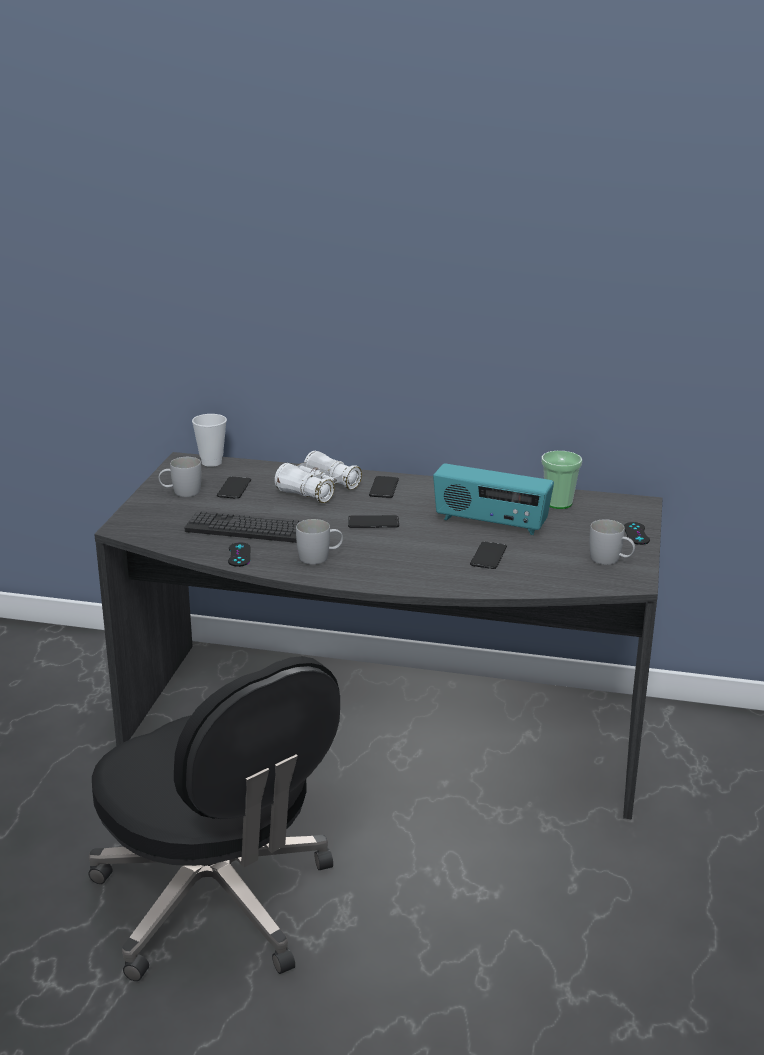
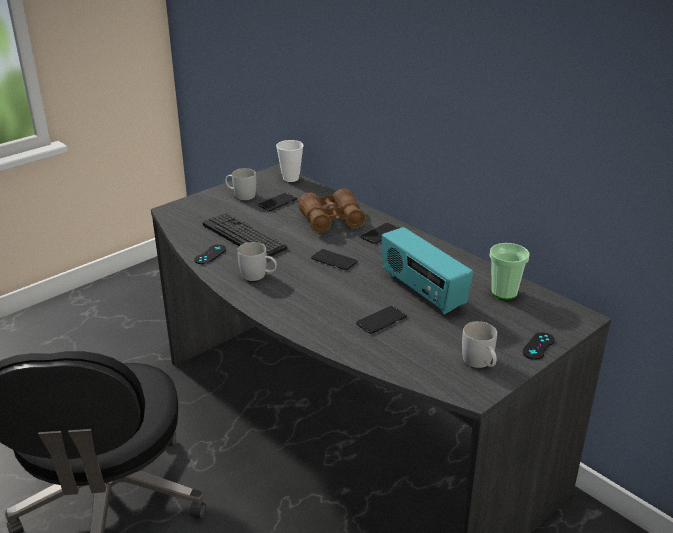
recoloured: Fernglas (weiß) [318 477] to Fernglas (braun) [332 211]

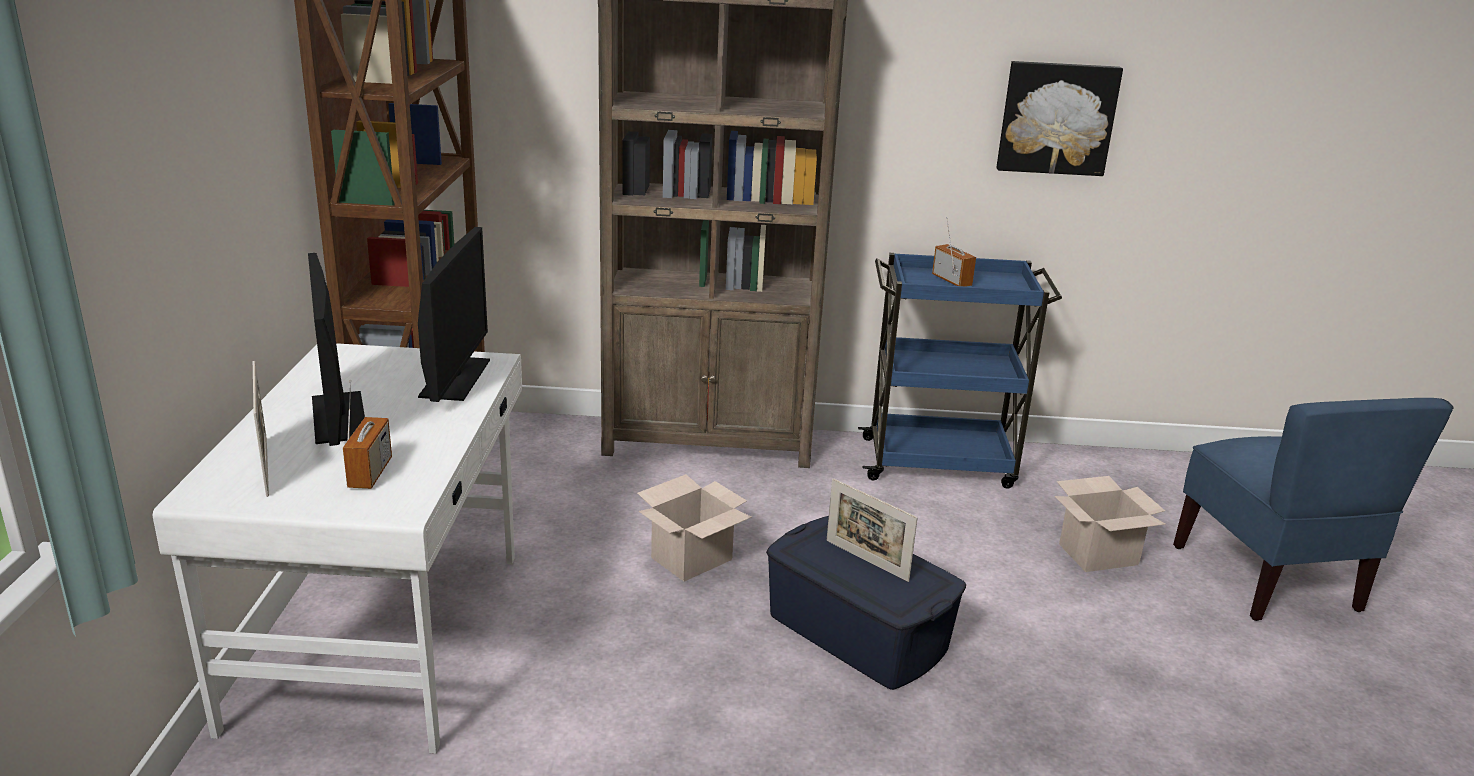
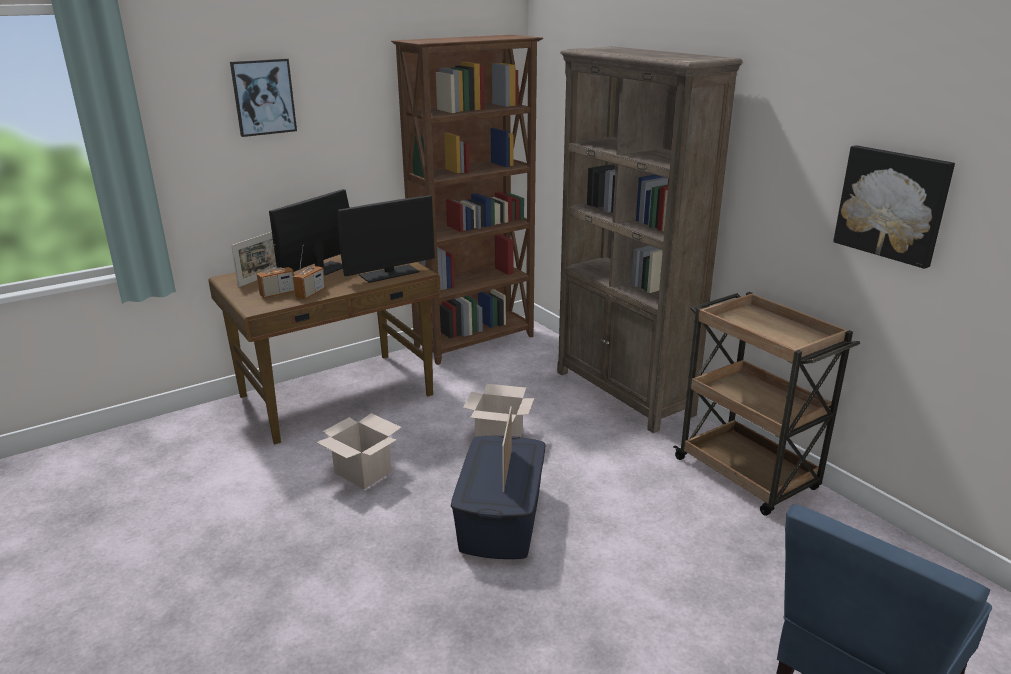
added: Bild [263 97]
moved: Radio [954 251] to [309 271]; Karton [1110 524] to [359 451]
recoloured: Schreibtisch (weiß) [337 548] to Schreibtisch (braun) [324 349]; Rollwagen (blau) [960 371] to Rollwagen (braun) [766 404]

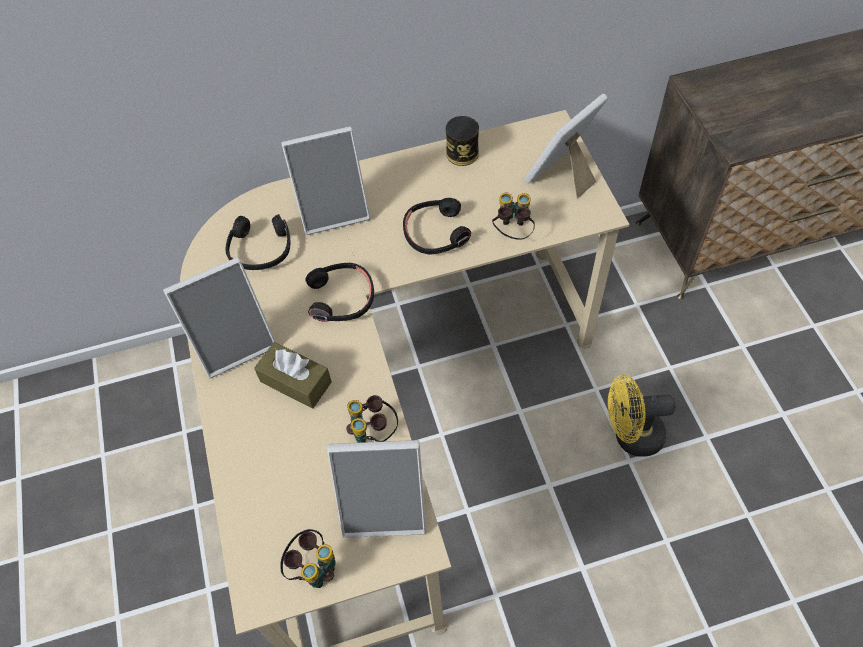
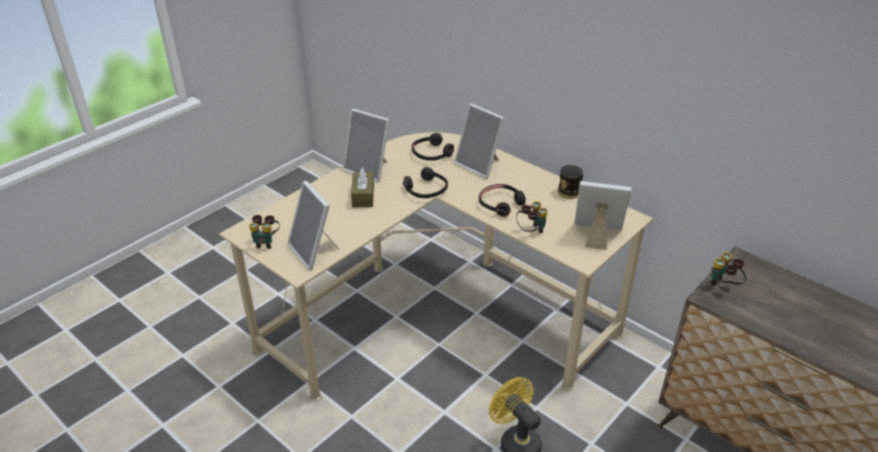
moved: Fernglas [372 419] to [728 269]

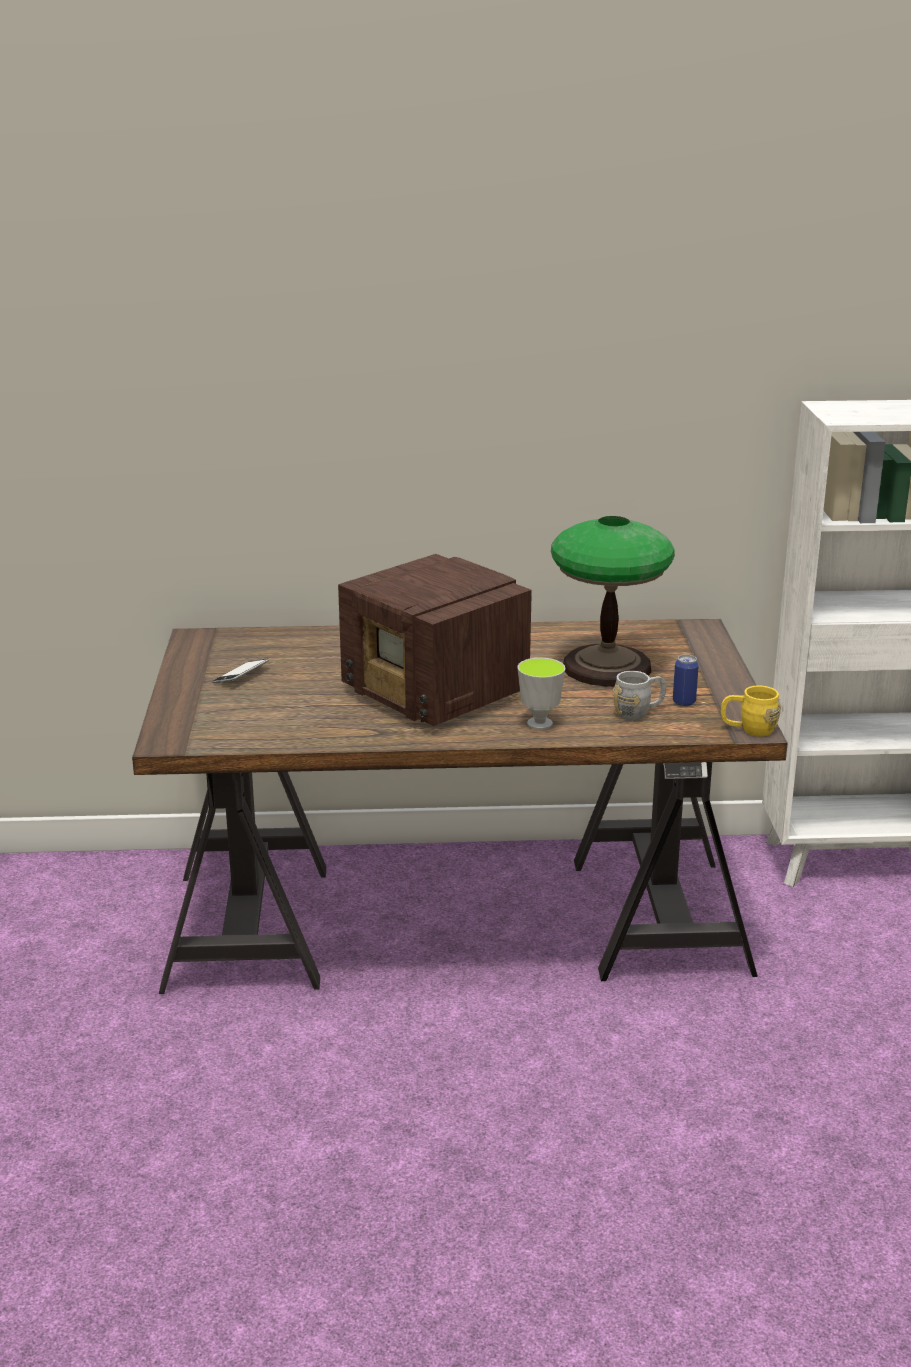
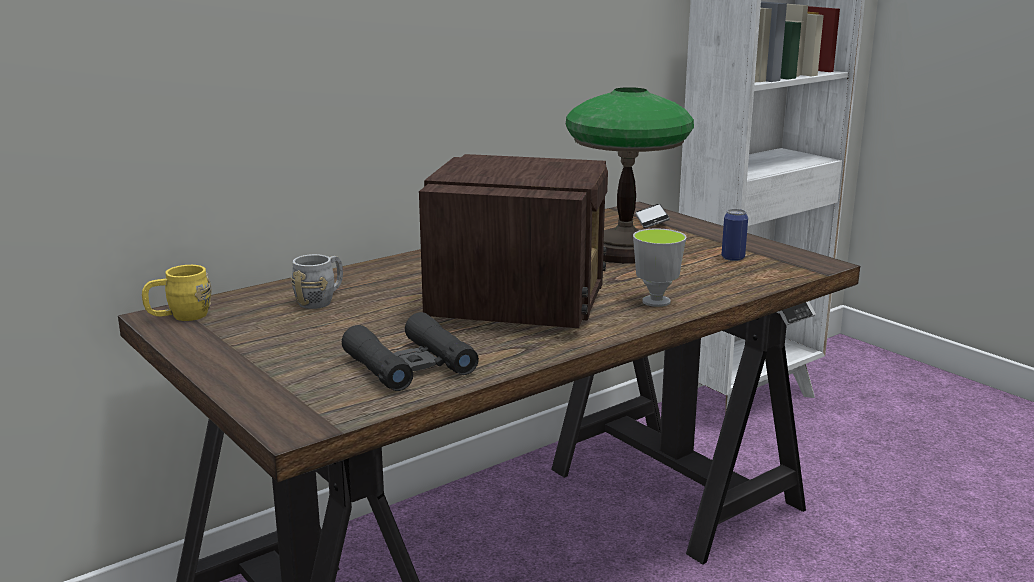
added: Fernglas (schwarz) [410 351]
moved: Handy [241 670] to [652 216]; Henkelbecher (grau) [639 696] to [317 281]; Henkelbecher (gelb) [751 711] to [176 293]
turned: Radio [435 640] = [513 241] 90 degrees counterclockwise

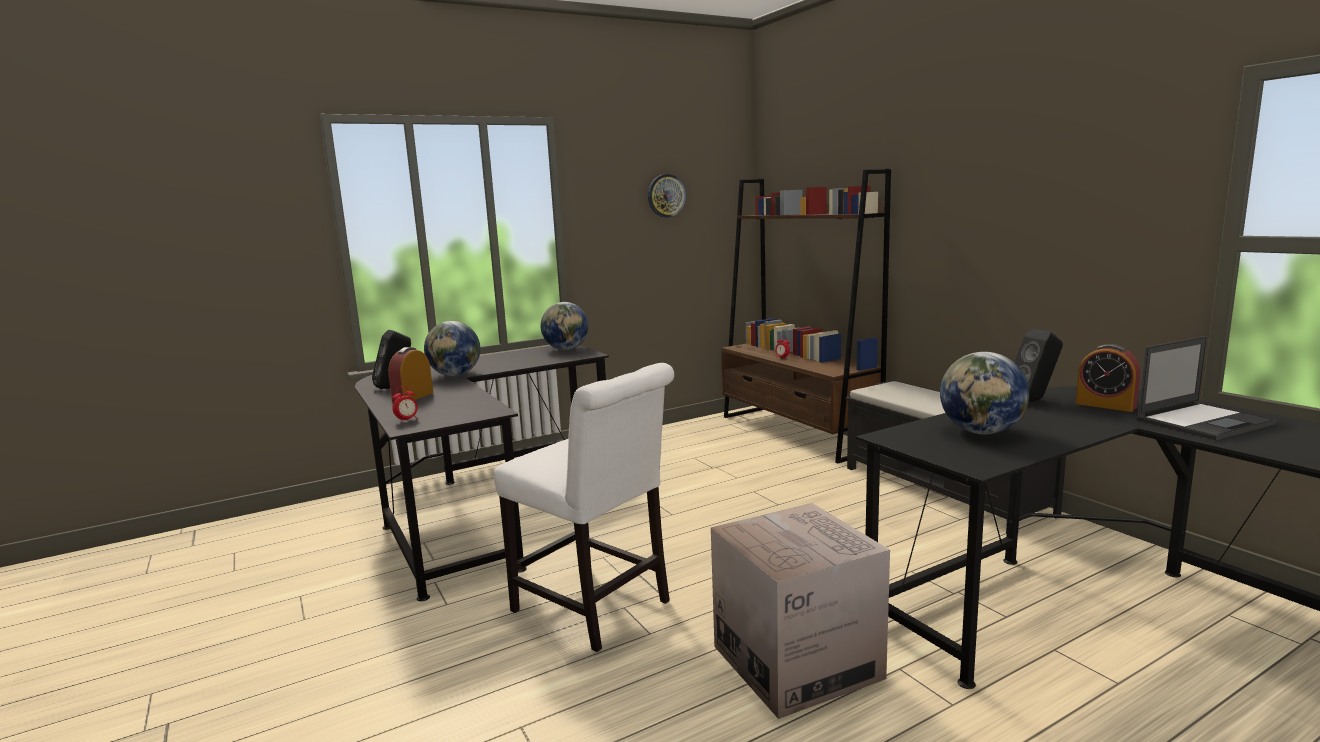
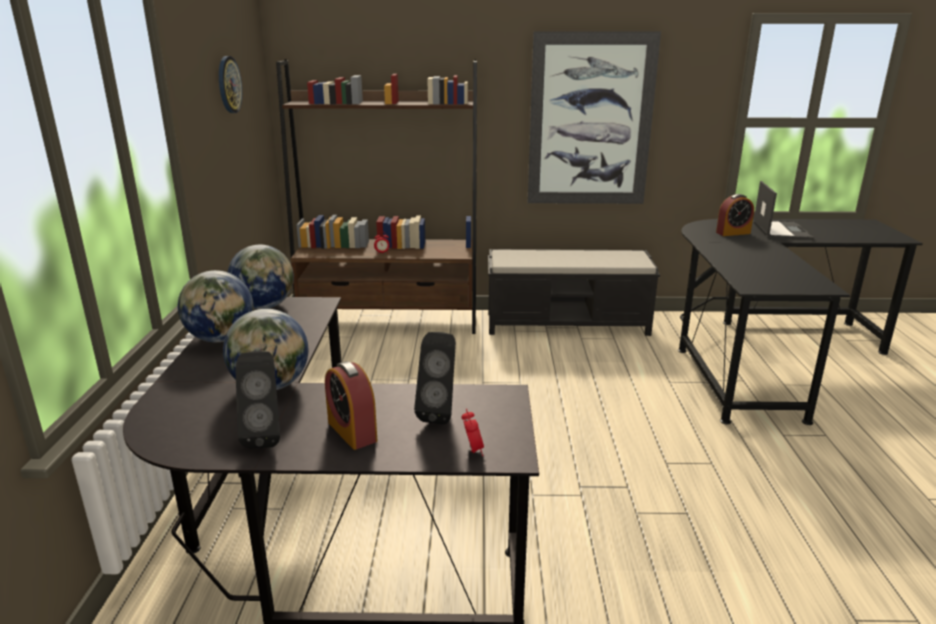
removed: Stuhl (weiß) [583 507]; Karton [800 611]
added: Bild [594 117]
moved: Globus [984 393] to [215 306]; Lautsprecher (schwarz) [1038 364] to [435 378]

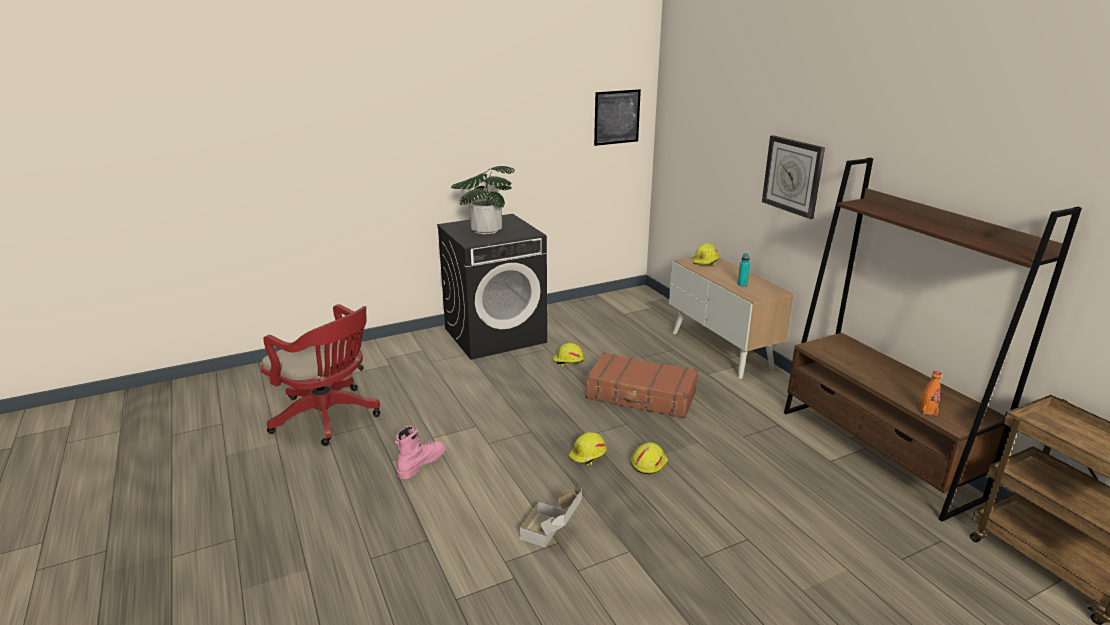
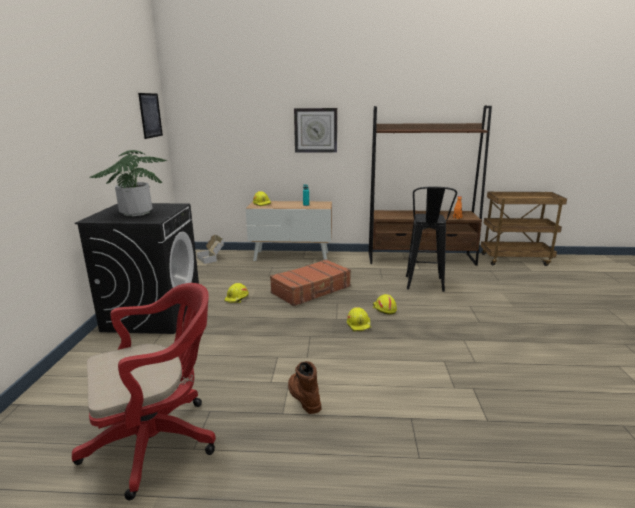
added: Hocker (schwarz) [431 239]
moved: Karton [550 517] to [210 249]
recoloured: Stiefel (rosa) [420 452] to Stiefel (braun) [305 387]

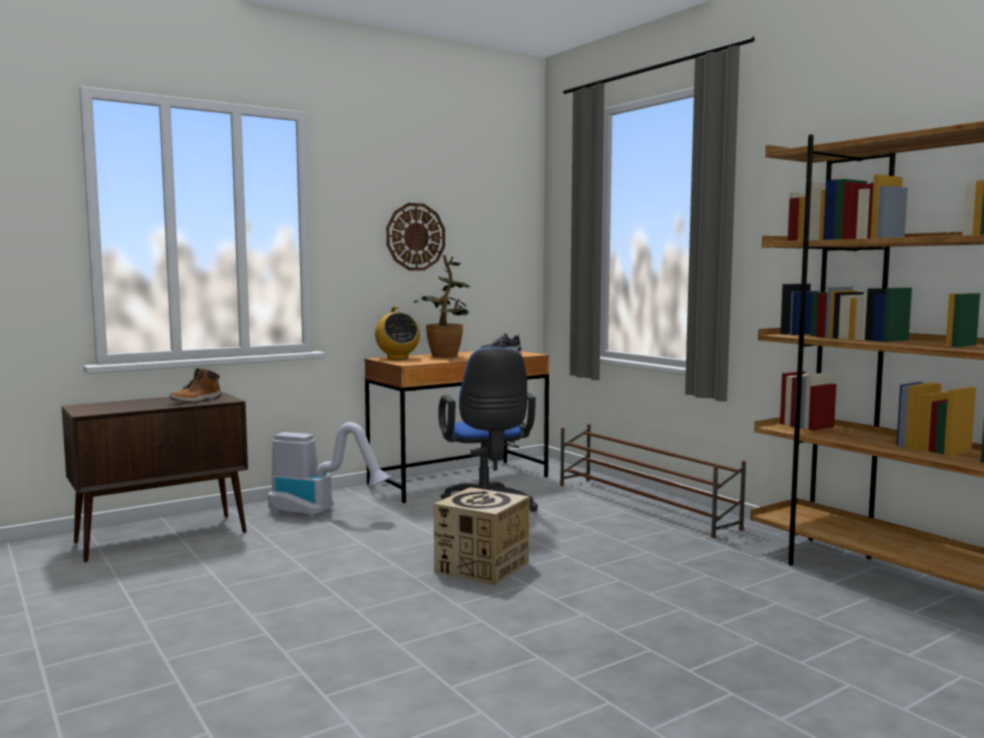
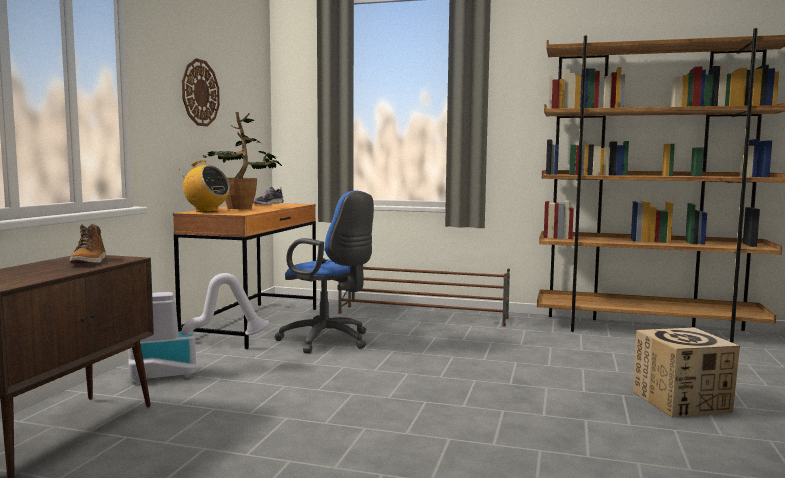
moved: Karton [481 536] to [686 372]

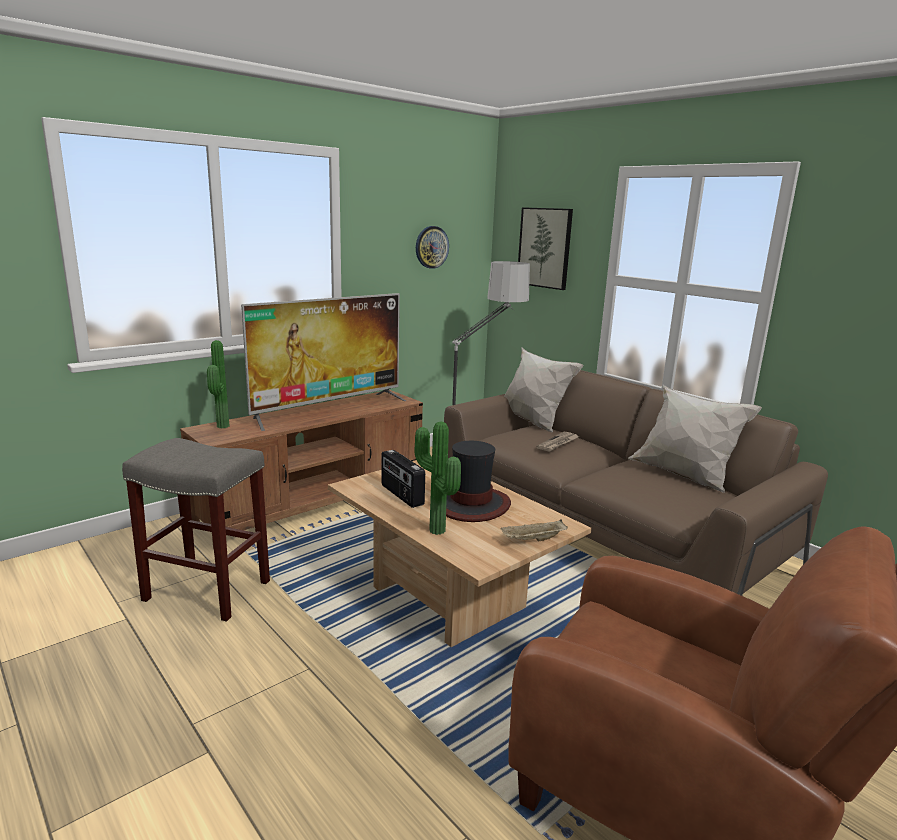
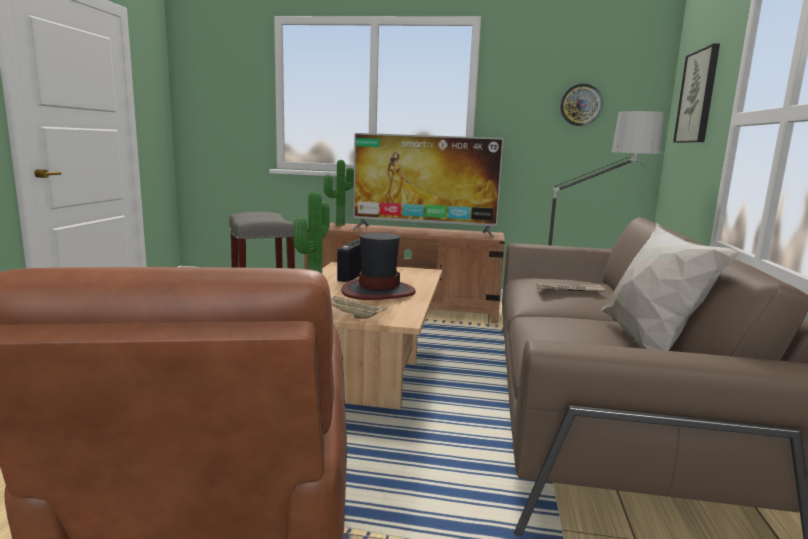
removed: Kissen (weiß) [544 390]

